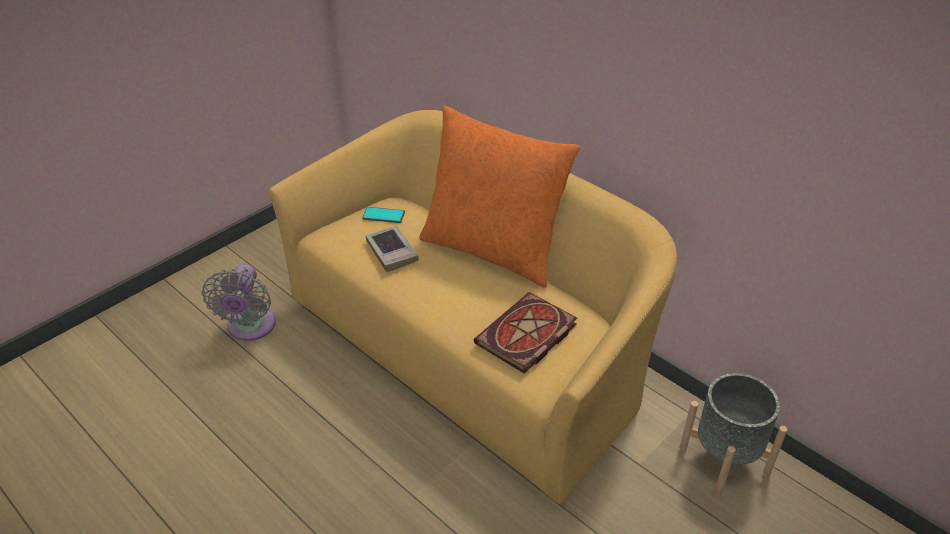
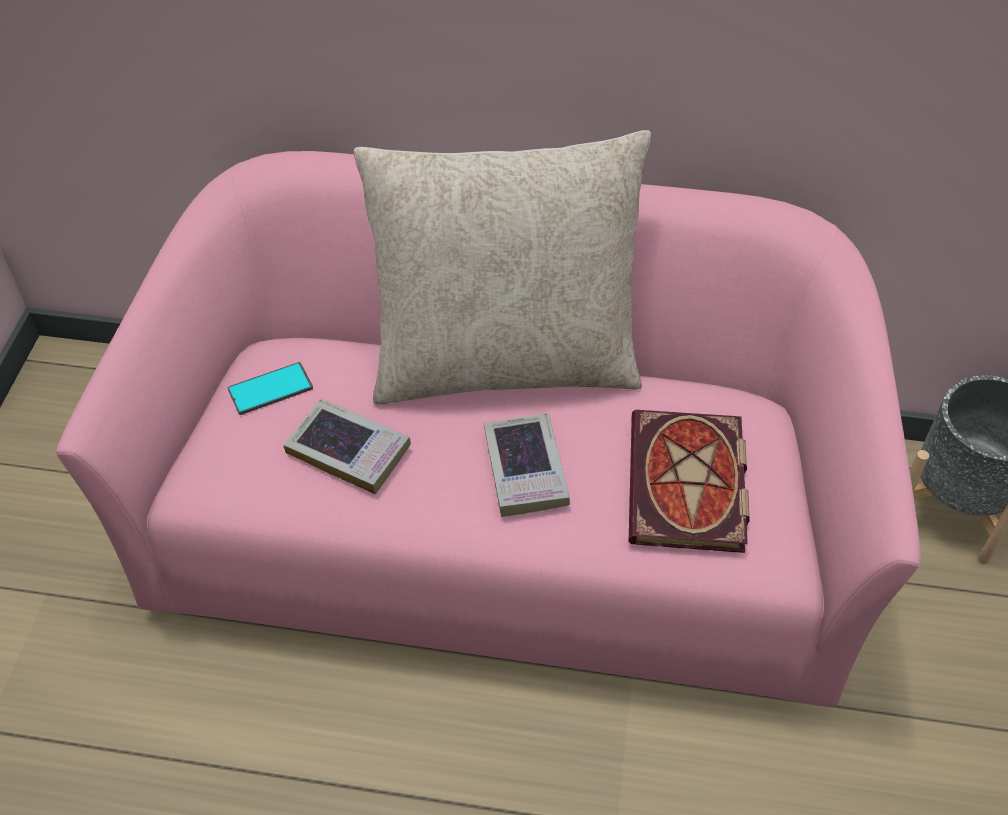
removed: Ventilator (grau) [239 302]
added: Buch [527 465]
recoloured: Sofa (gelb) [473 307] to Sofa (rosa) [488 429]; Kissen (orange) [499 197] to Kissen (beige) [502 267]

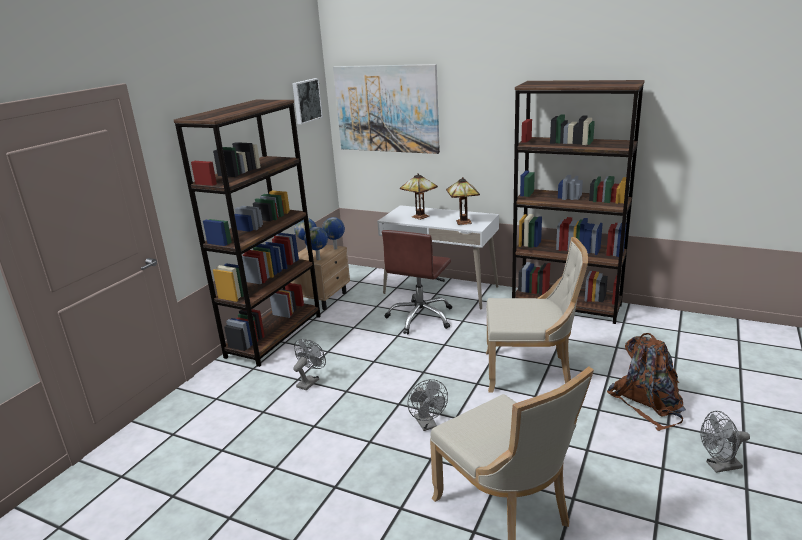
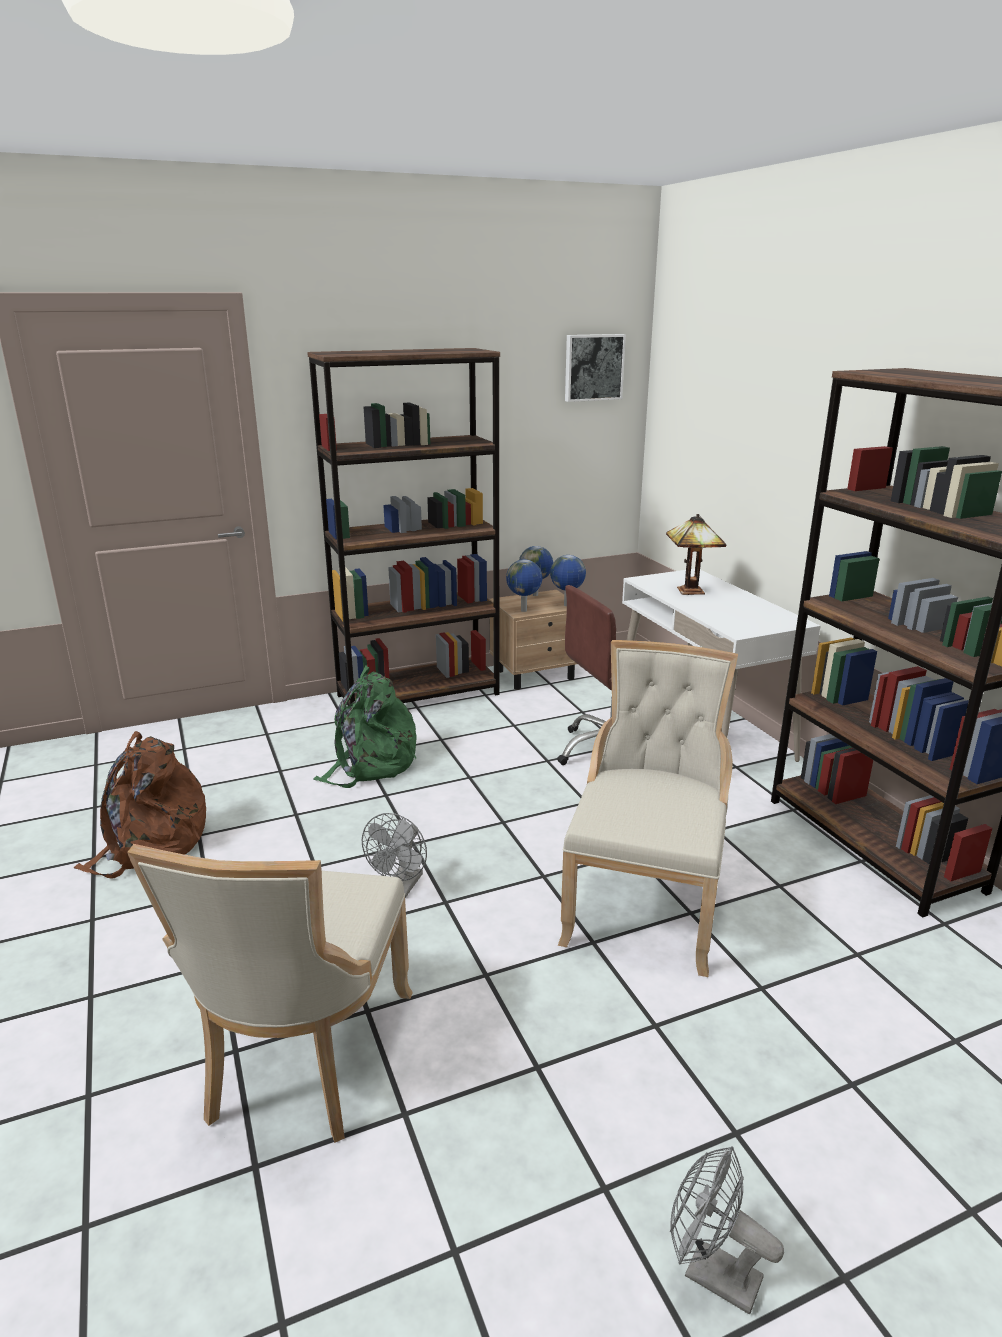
removed: Bild [386 109]; Tischlampe [463 201]
moved: Rucksack (braun) [646 382] to [139 804]
replaced: Ventilator (grau) [309 364] to Rucksack (grün) [365 726]
turned: Stuhl (beige) [537 315] = [648 808] 120 degrees counterclockwise

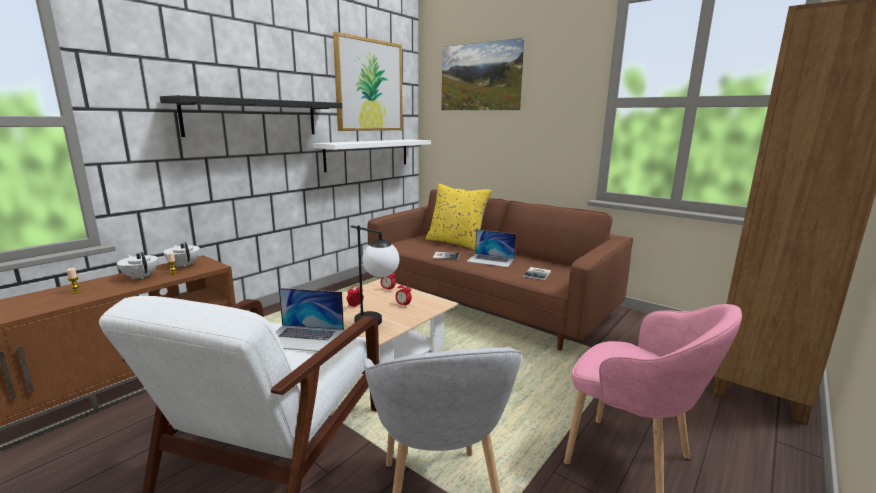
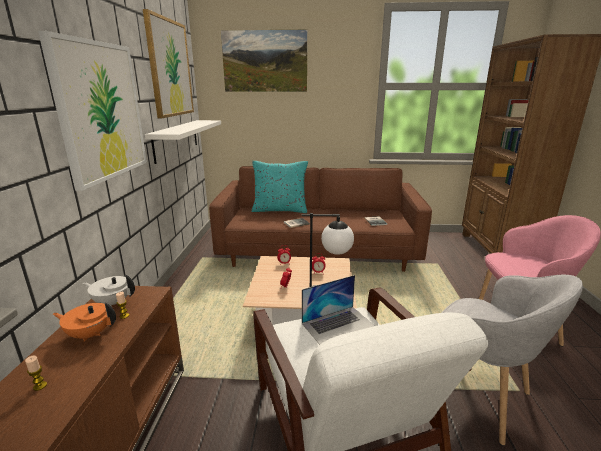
removed: Laptop [491 248]
replaced: Wandregal (schwarz) [251 116] to Bild [92 111]
recoloured: Teekanne (weiß) [137 266] to Teekanne (orange) [84 322]; Kissen (gelb) [459 217] to Kissen (türkis) [279 187]

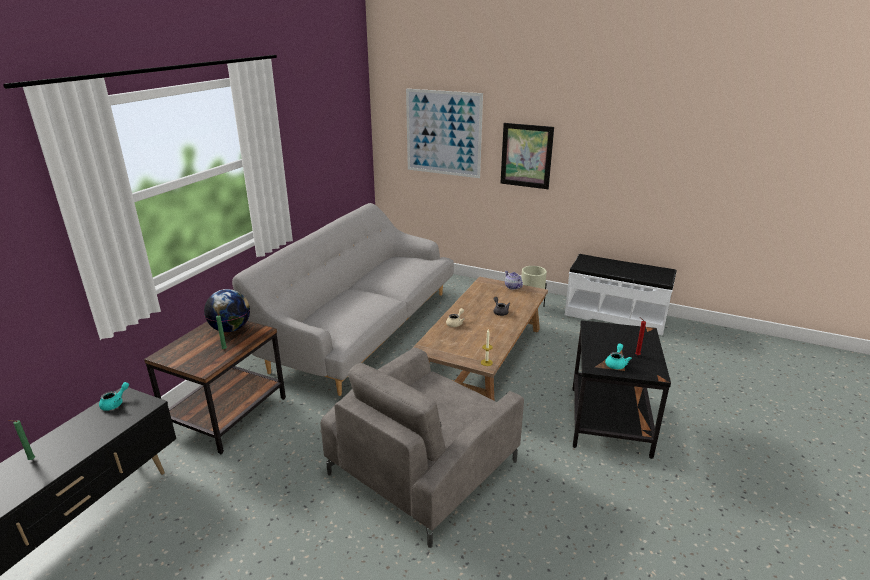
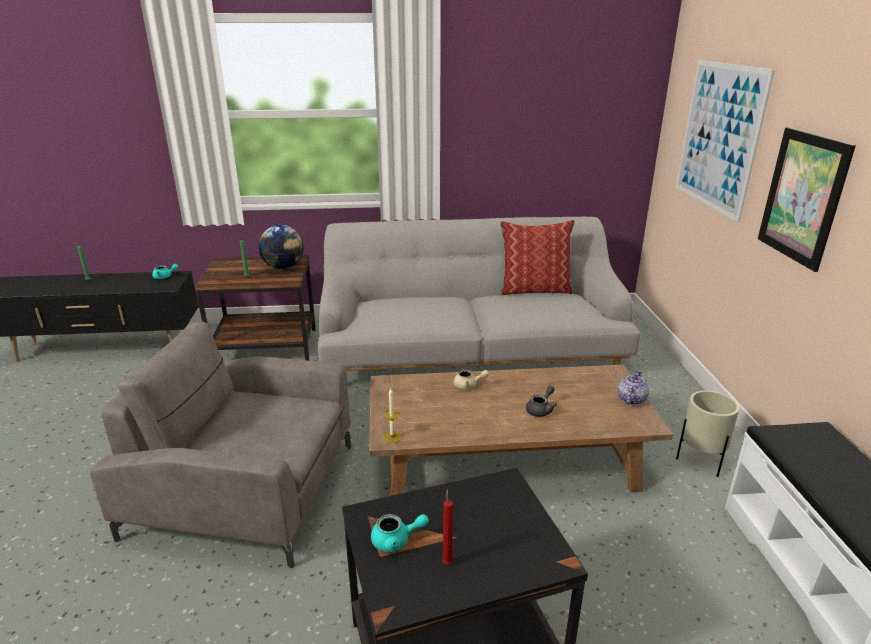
added: Kissen [537 257]

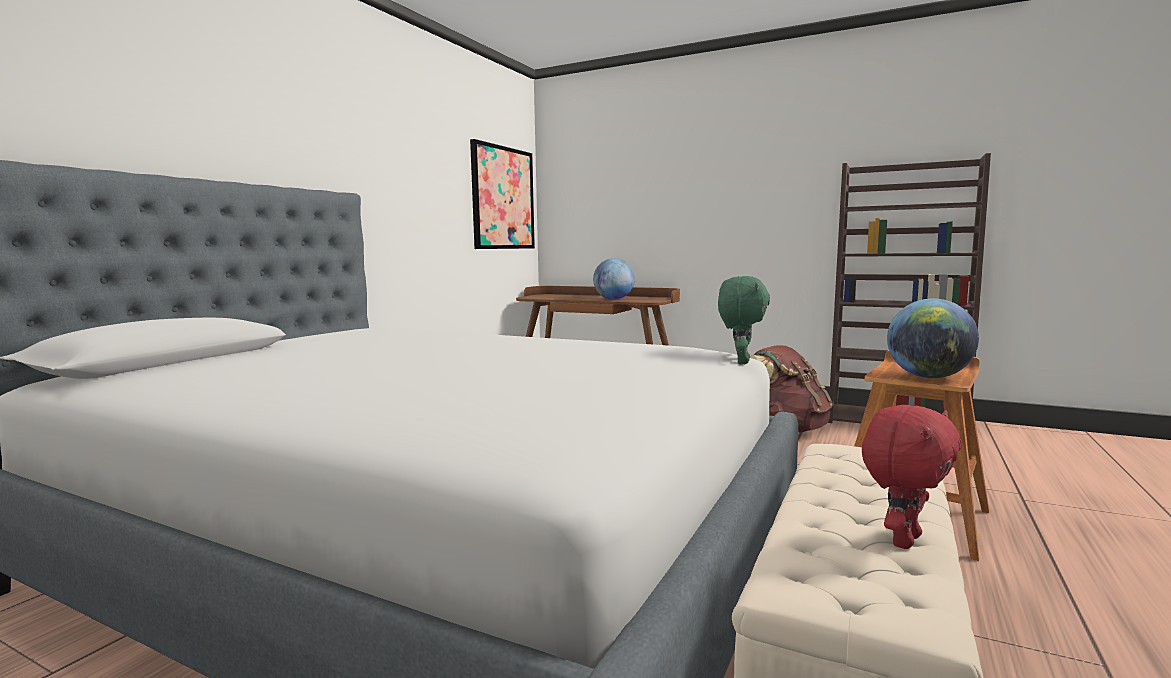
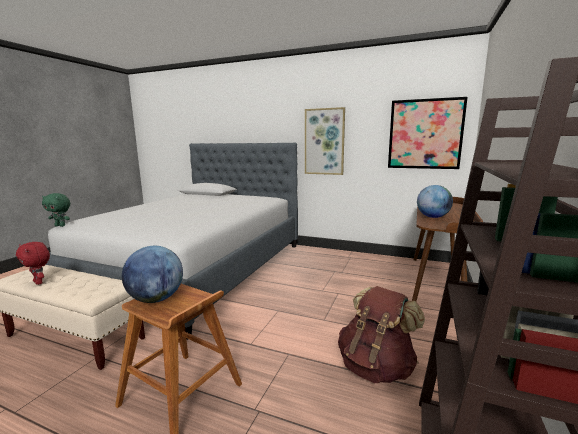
added: Bild [325 141]
moved: Plüschtier (grün) [744 320] to [56 210]

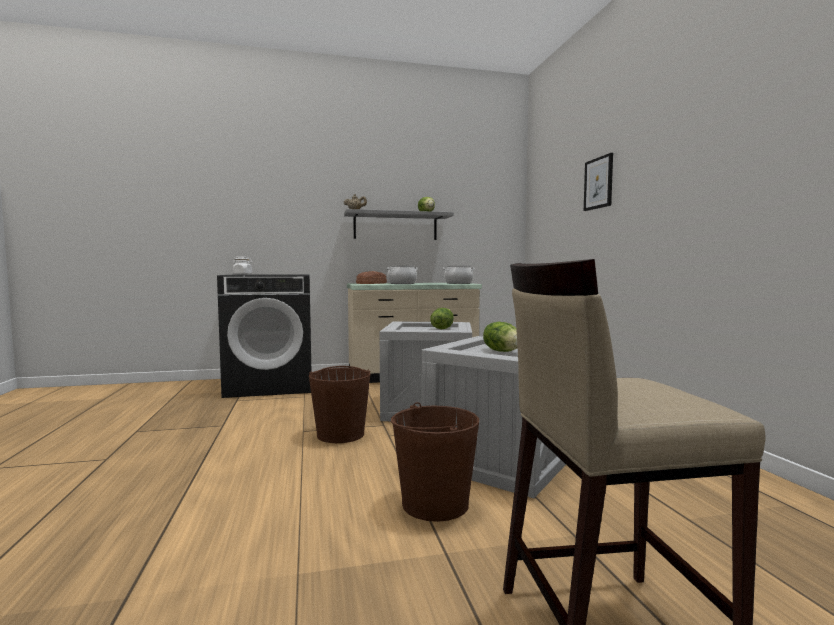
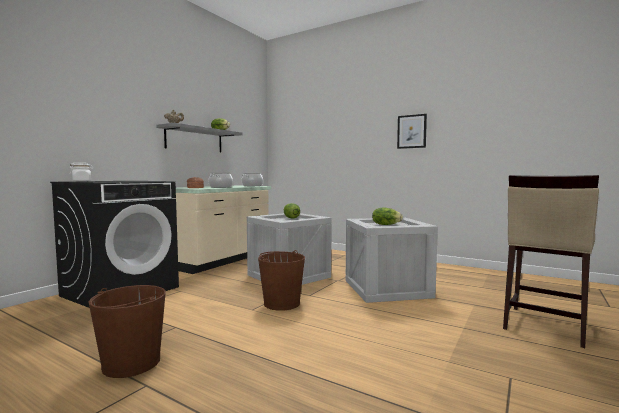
moved: Eimer (braun) [435 462] to [127 331]; Bild [598 182] to [412 131]

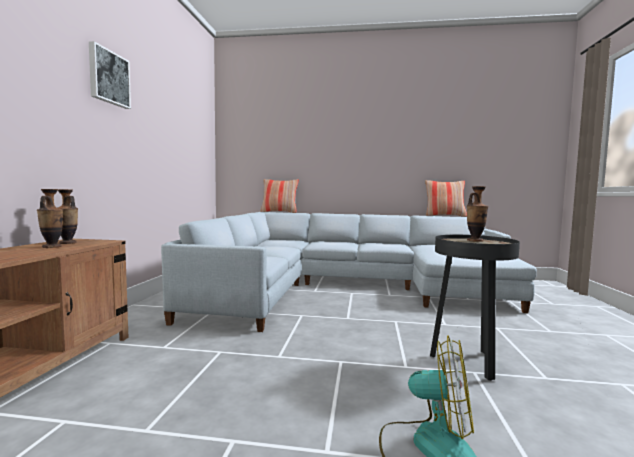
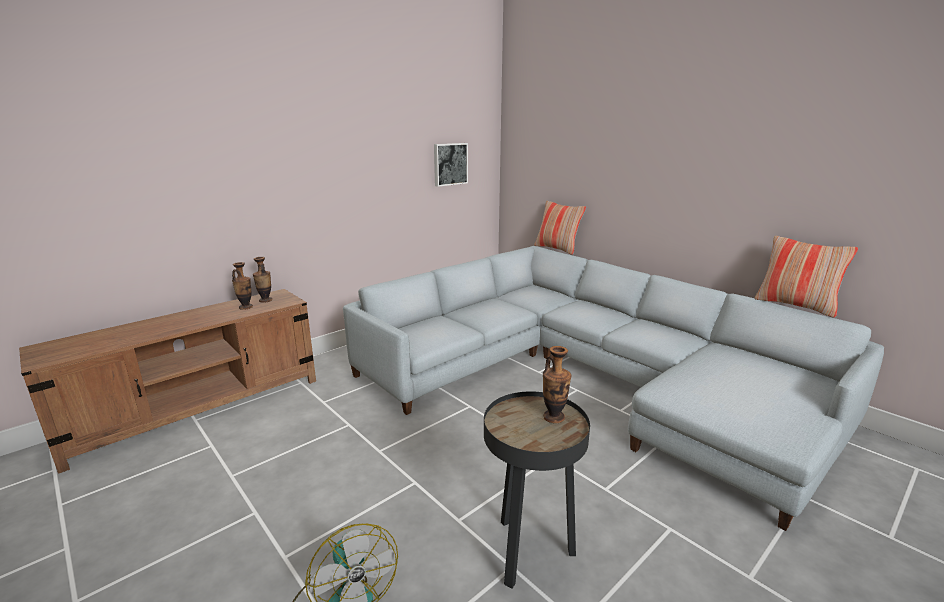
moved: Bild [110 75] to [451 165]

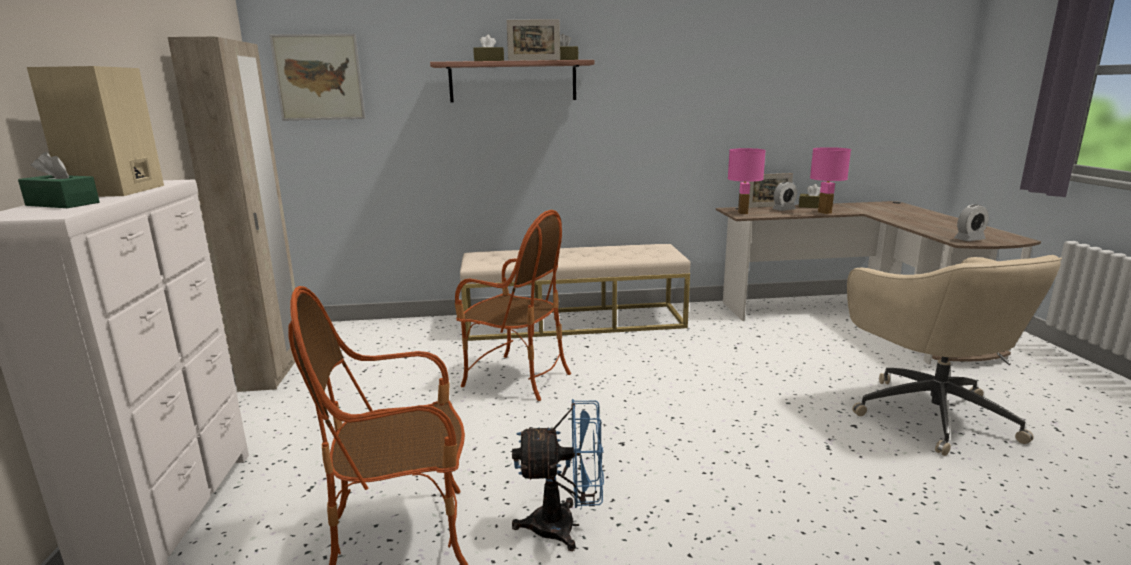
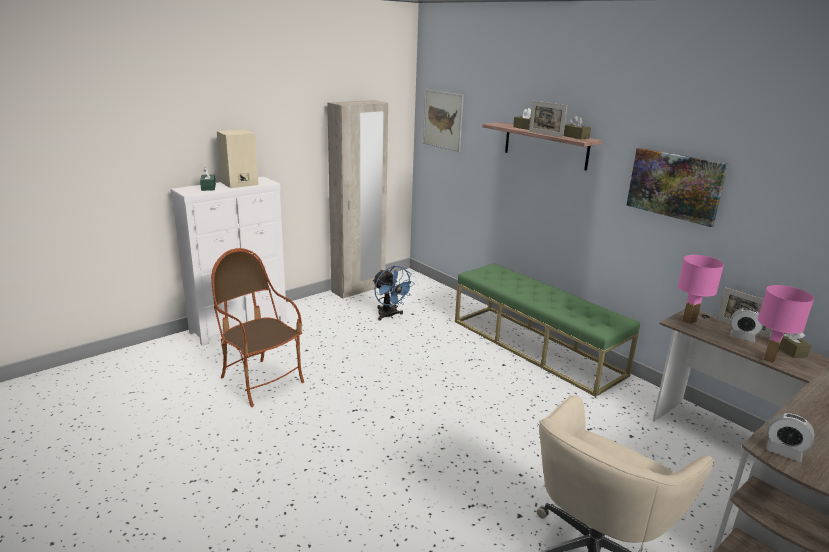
removed: Sessel [513 305]
added: Bild [677 187]
moved: Ventilator (blau) [558 475] to [394 293]
recoloured: Bank (beige) [575 292] to Bank (grün) [547 330]

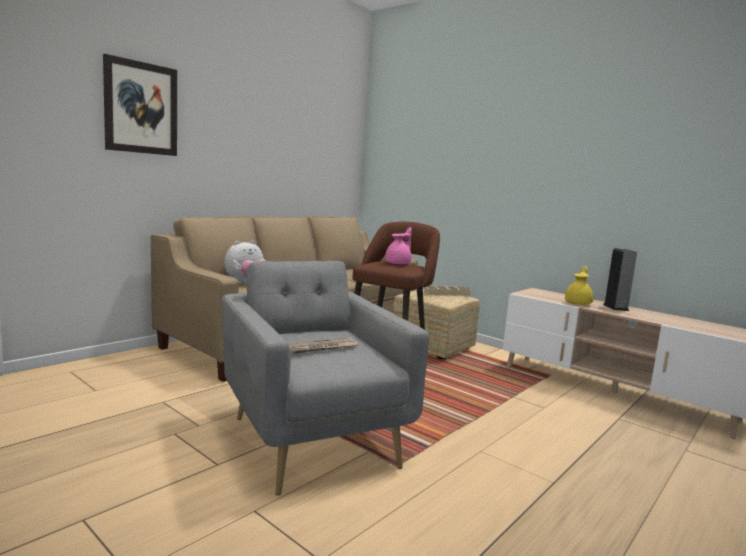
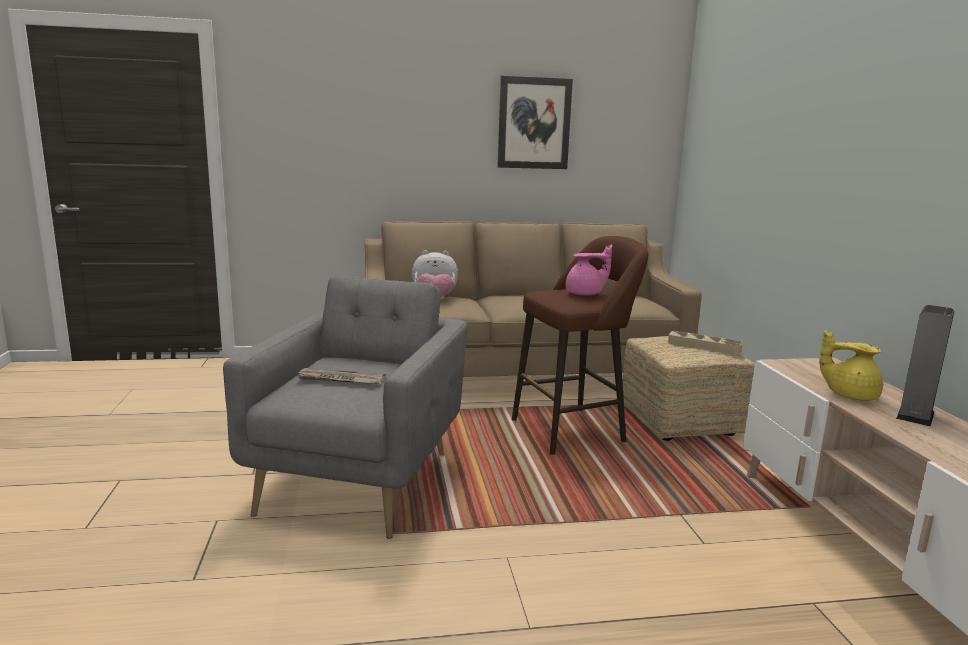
moved: Bild [140 105] to [535 122]
turned: Teekanne (gelb) [579 285] = [851 365] 135 degrees counterclockwise

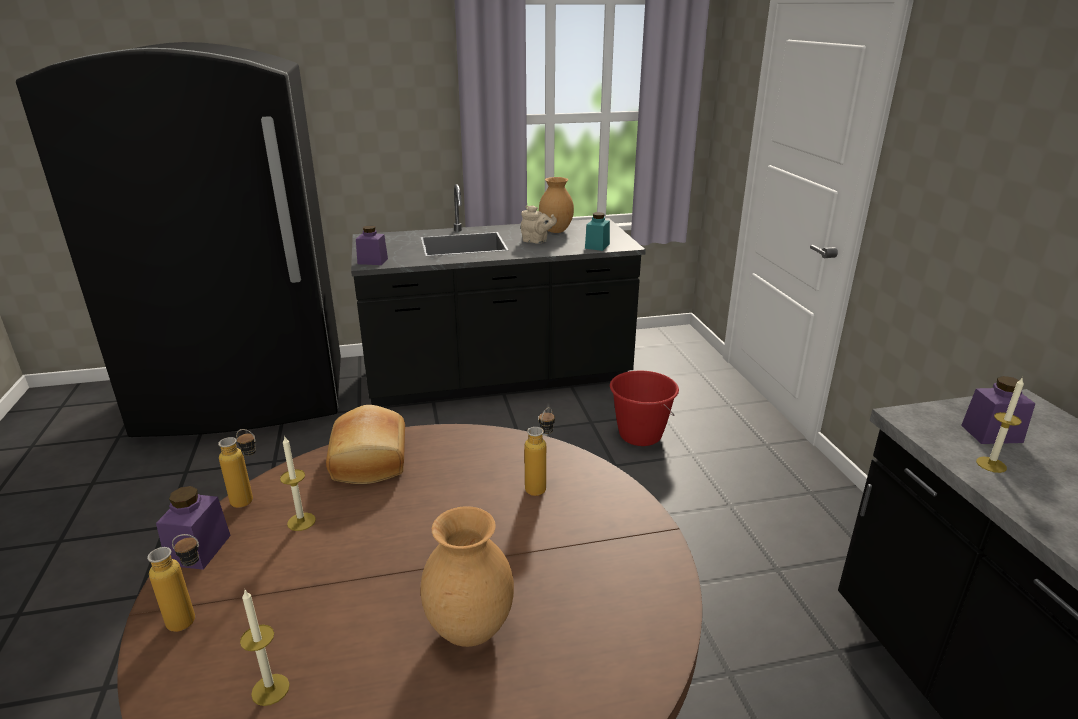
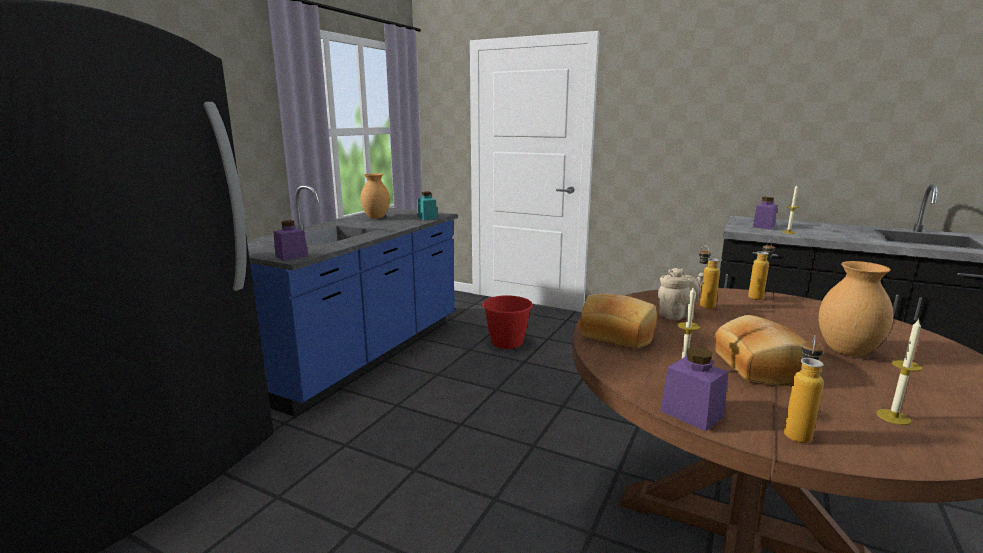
added: Brot [767 350]
moved: Flasche [237 468] to [761 270]; Teekanne (beige) [539 224] to [681 294]
recoloured: Küchenzeile (schwarz) [498 295] to Küchenzeile (blau) [352 300]

